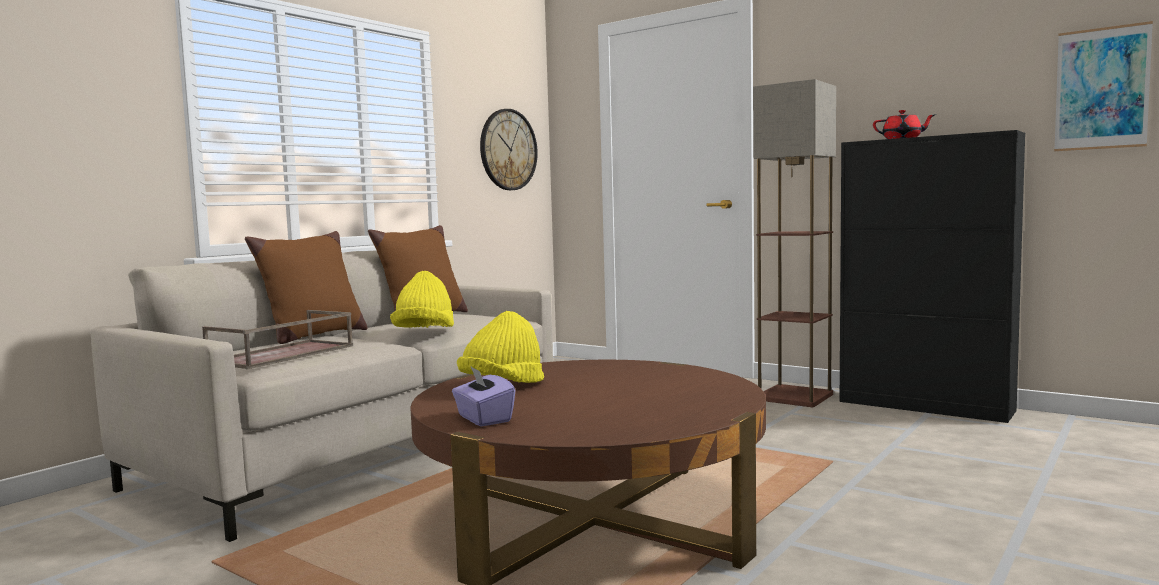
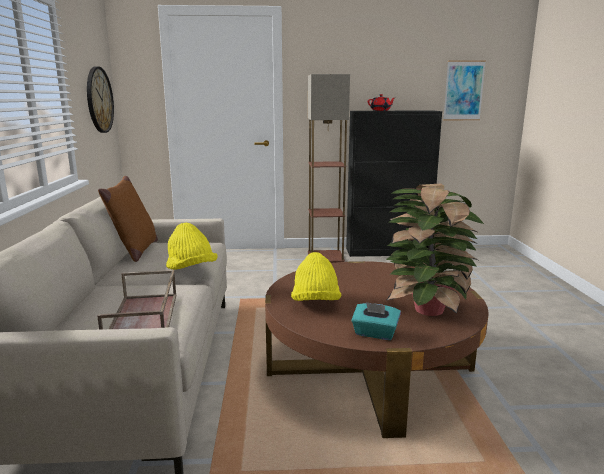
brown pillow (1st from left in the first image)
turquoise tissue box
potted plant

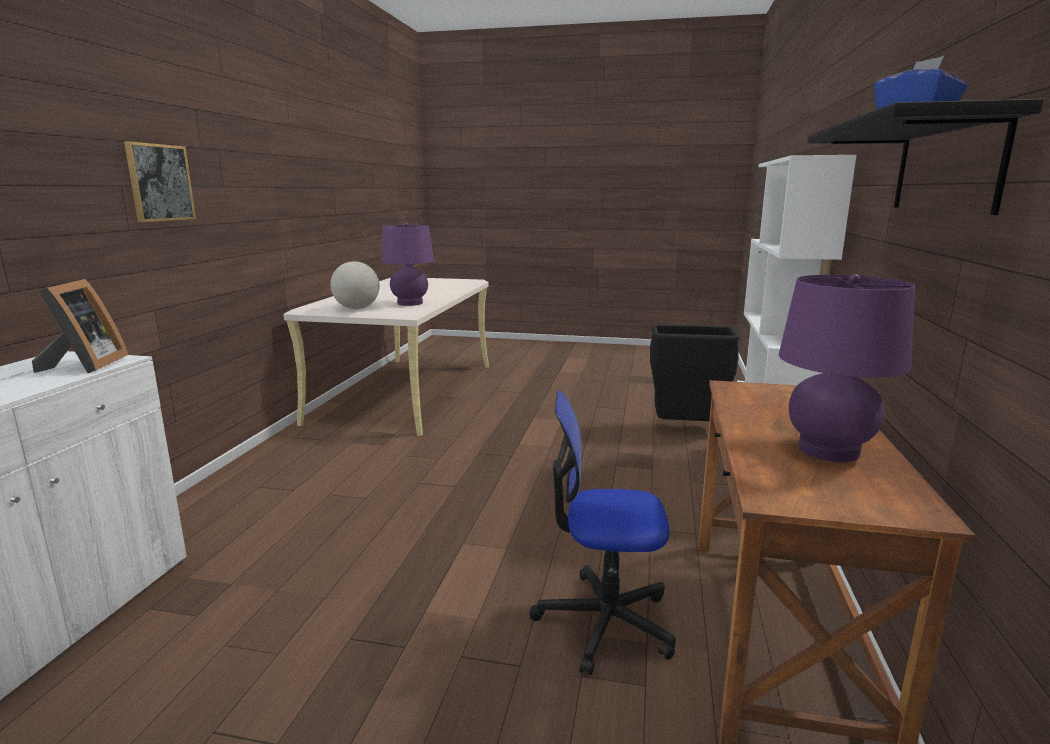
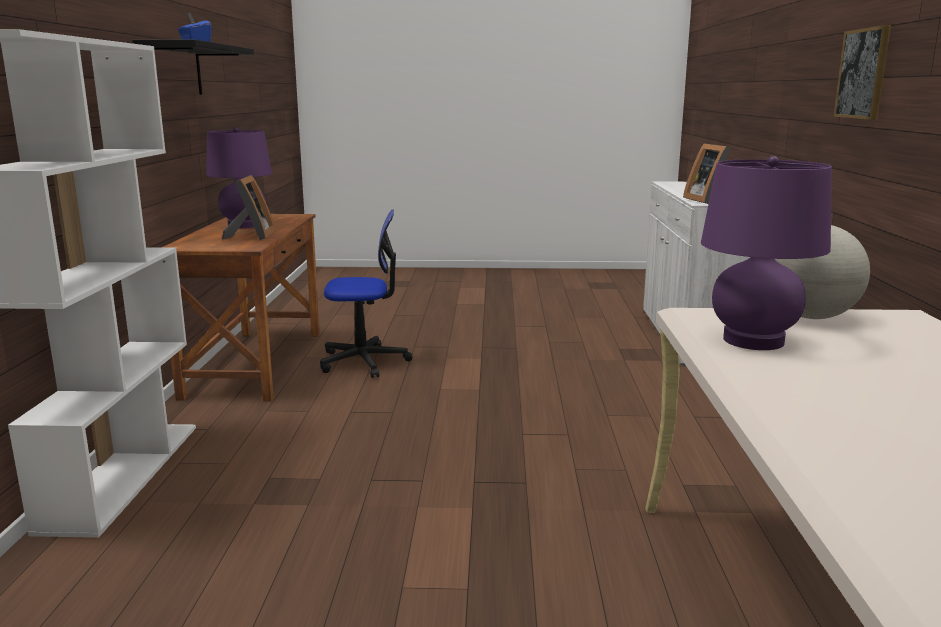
black trash can
picture frame (1st from left)

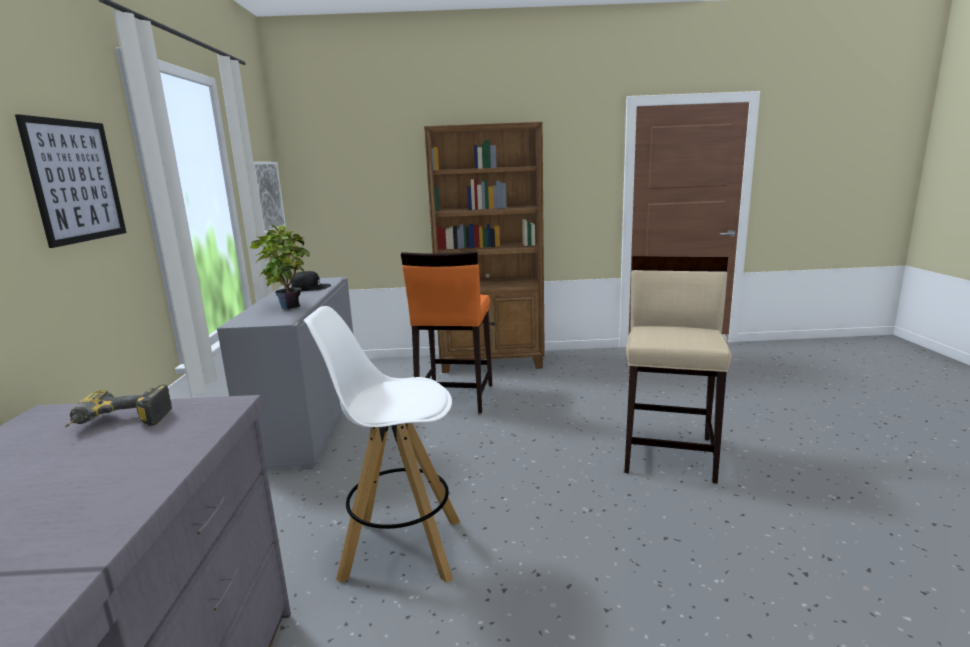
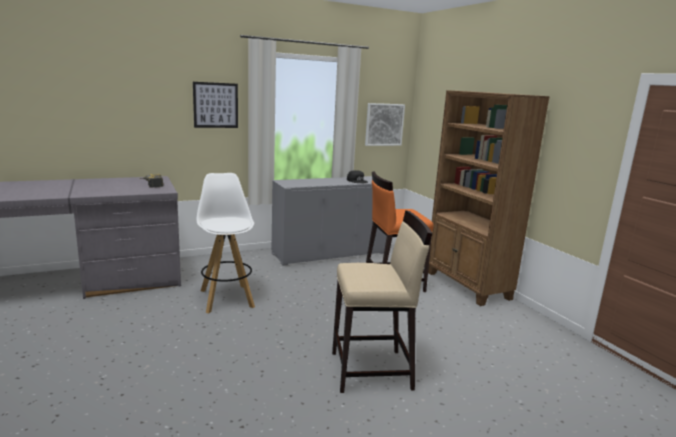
potted plant

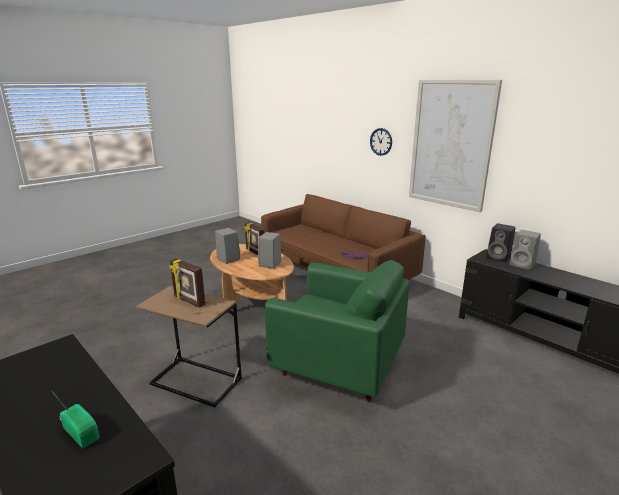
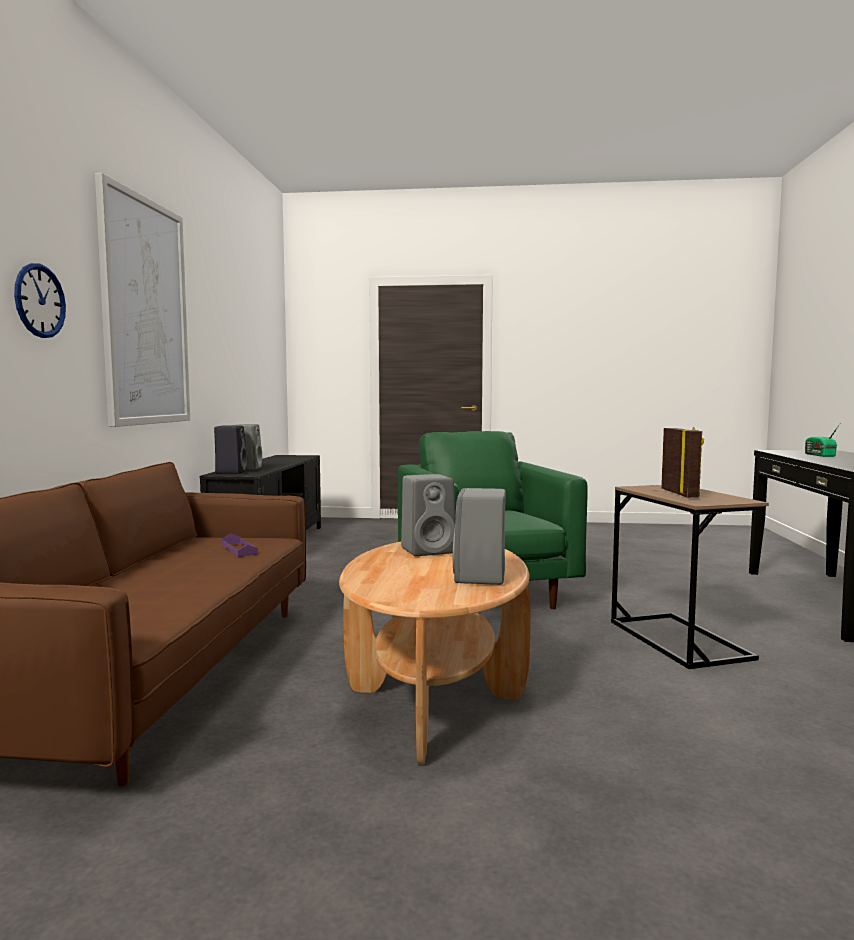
picture frame (2nd from left in the first image)

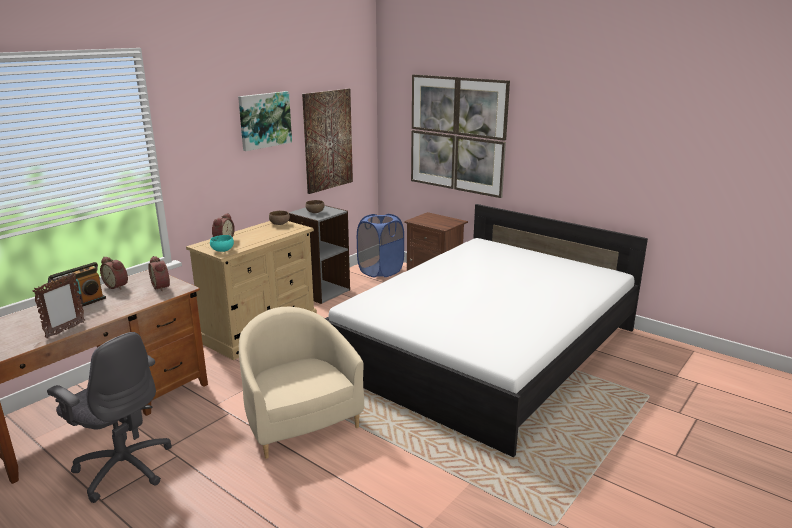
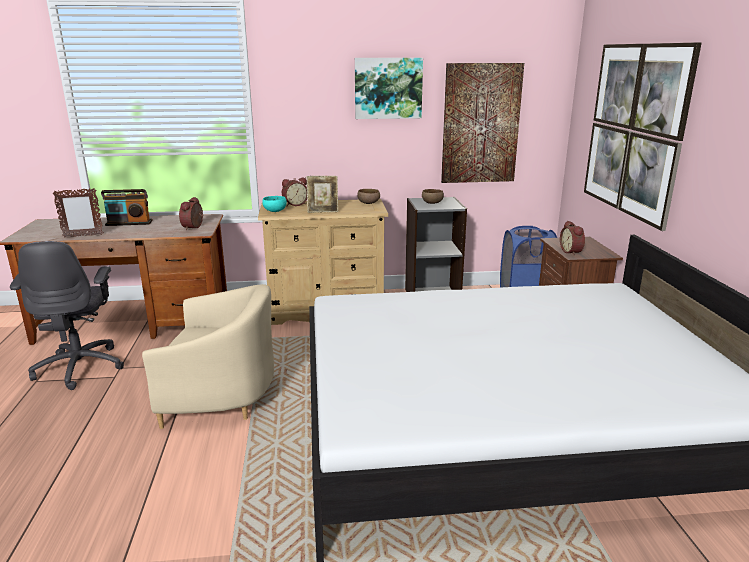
alarm clock (3rd from left)
beige armchair
picture frame (2nd from left)

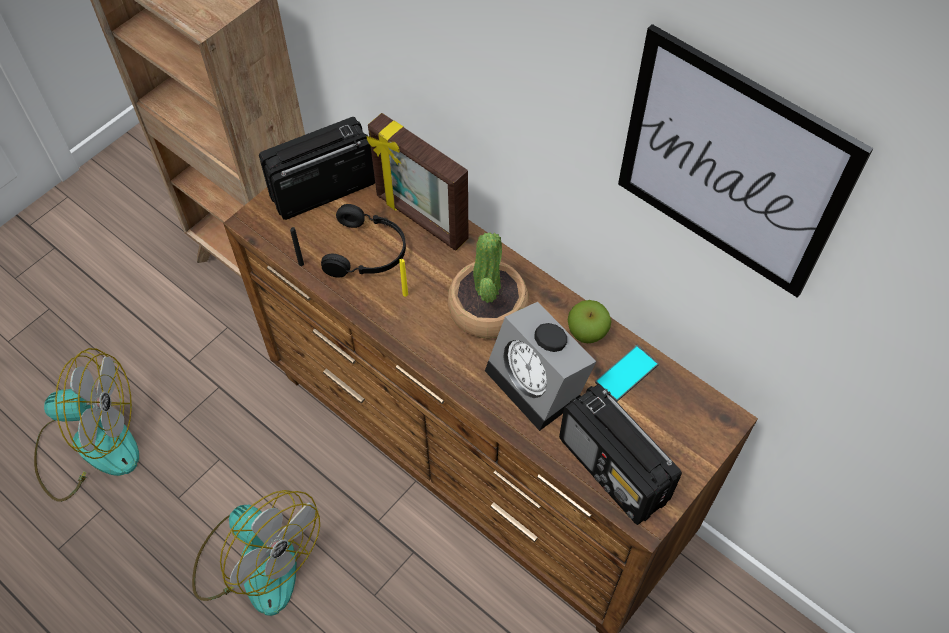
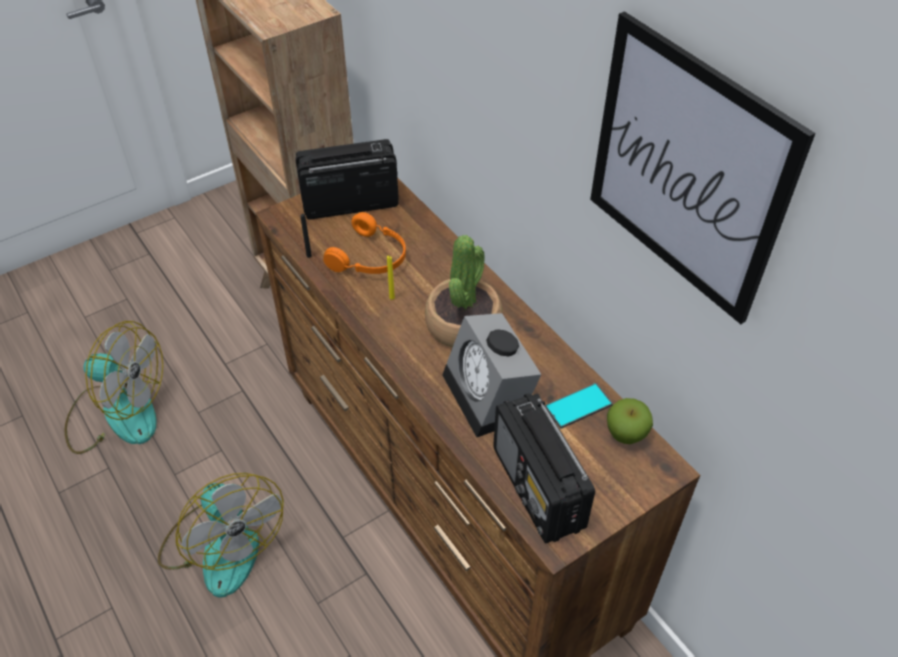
orange headphones
picture frame
apple

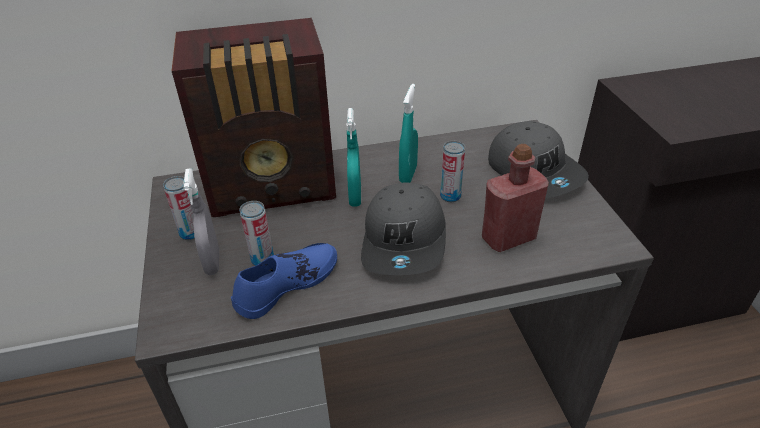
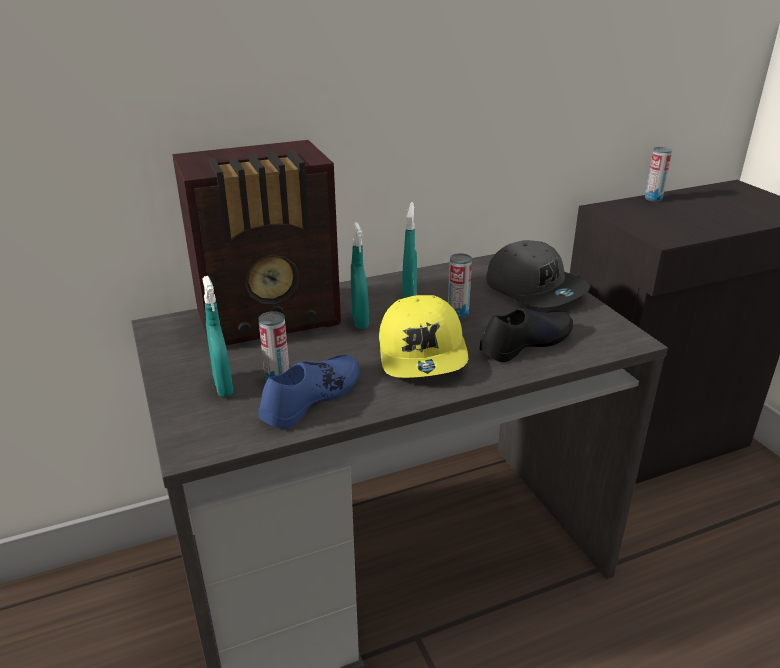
can (3rd from left)
turquoise spray bottle (1st from left)
yellow cap
black shoe

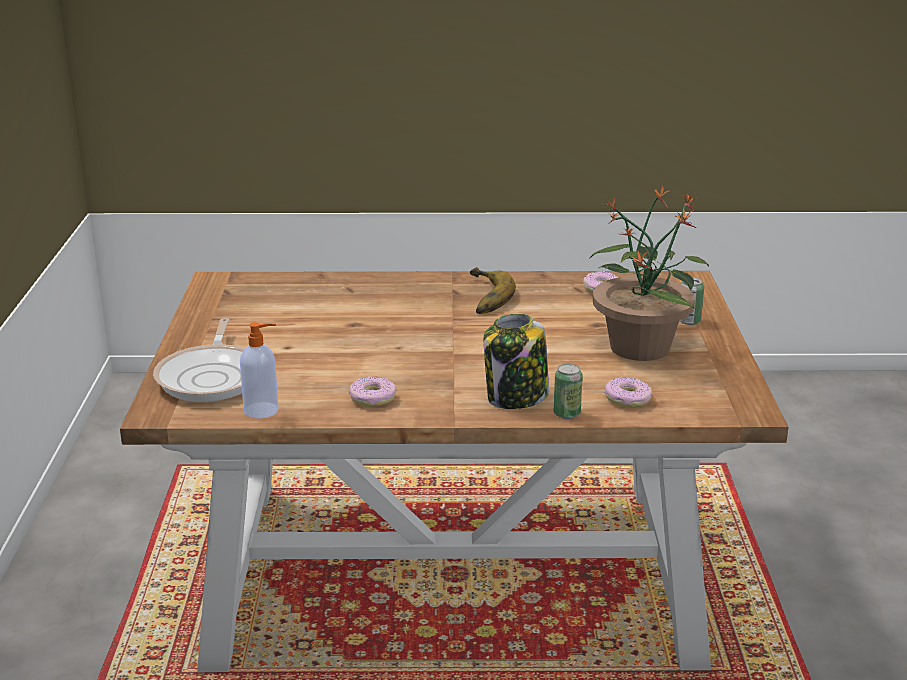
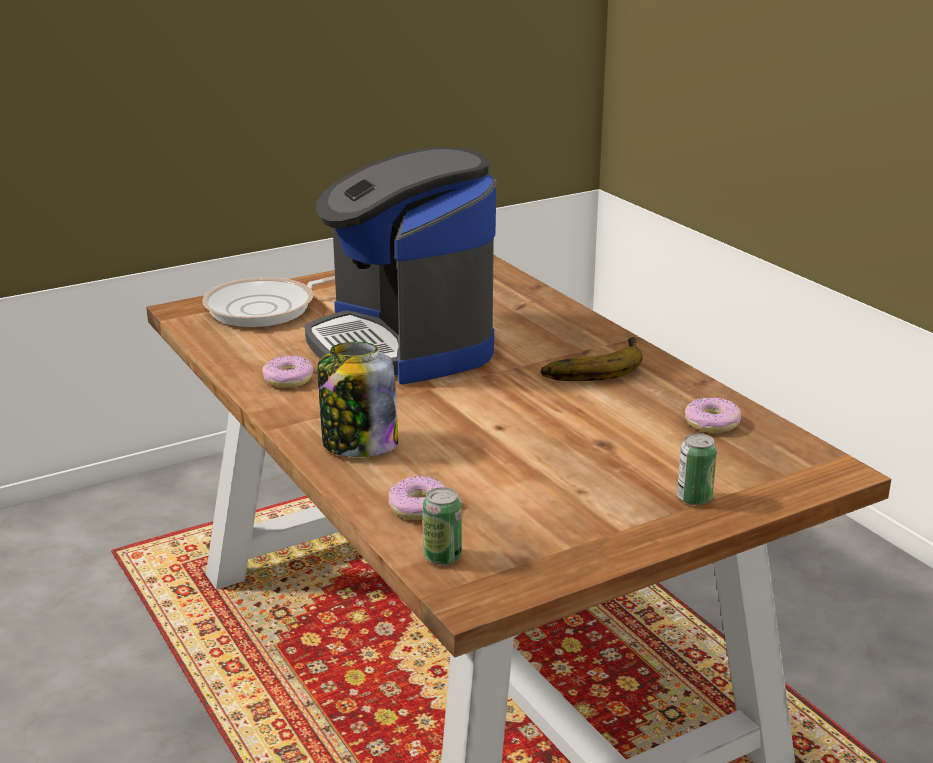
soap dispenser
can (1st from left)
potted plant
coffee machine

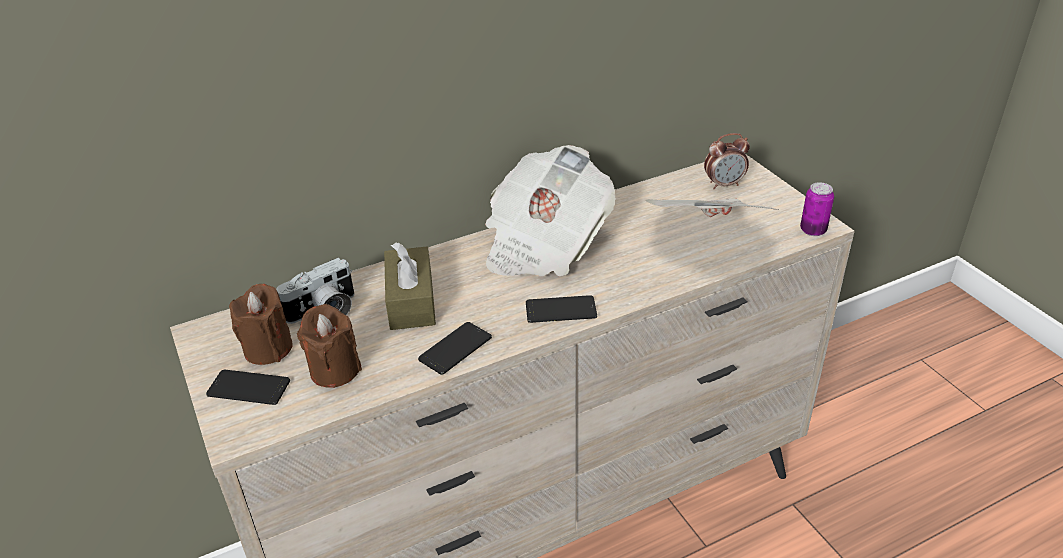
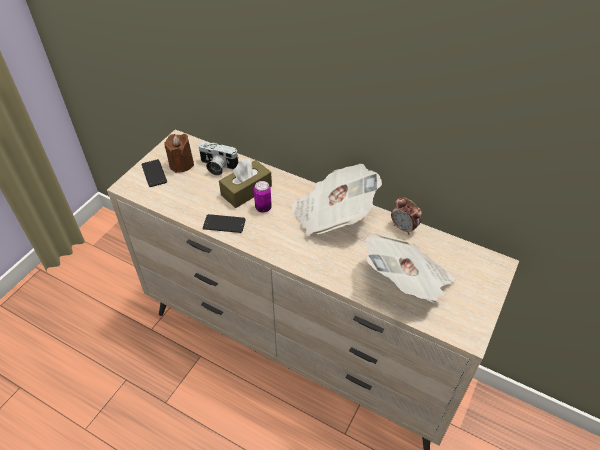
brown candle (2nd from left in the first image)
phone (3rd from left in the first image)
alarm clock
can

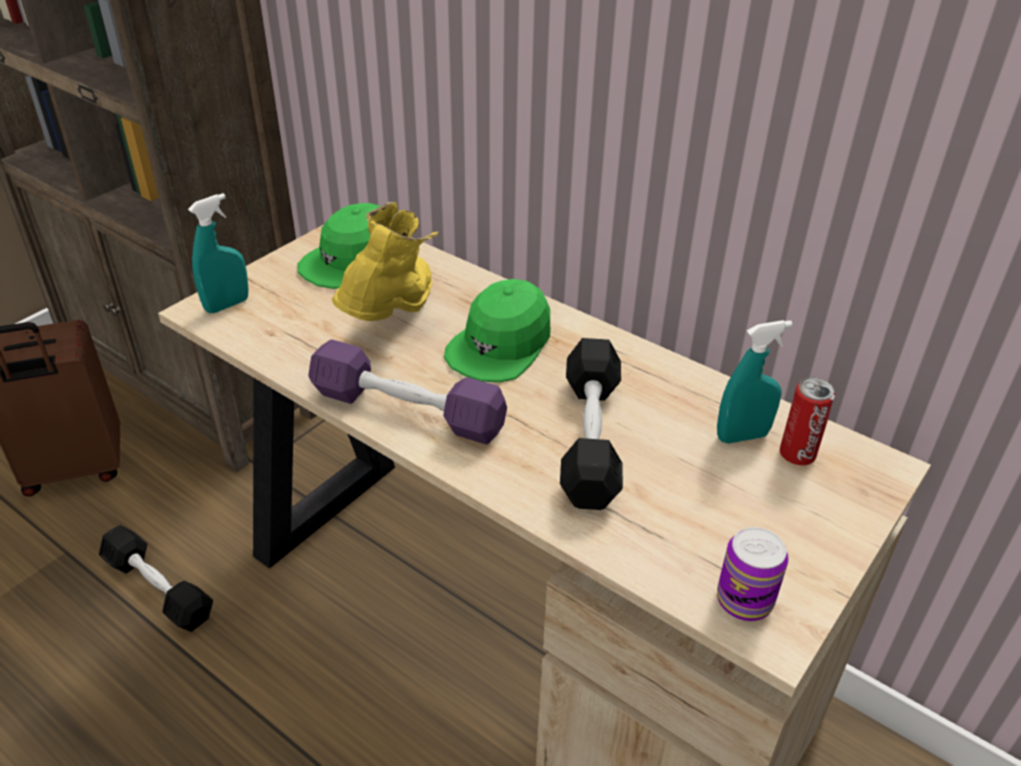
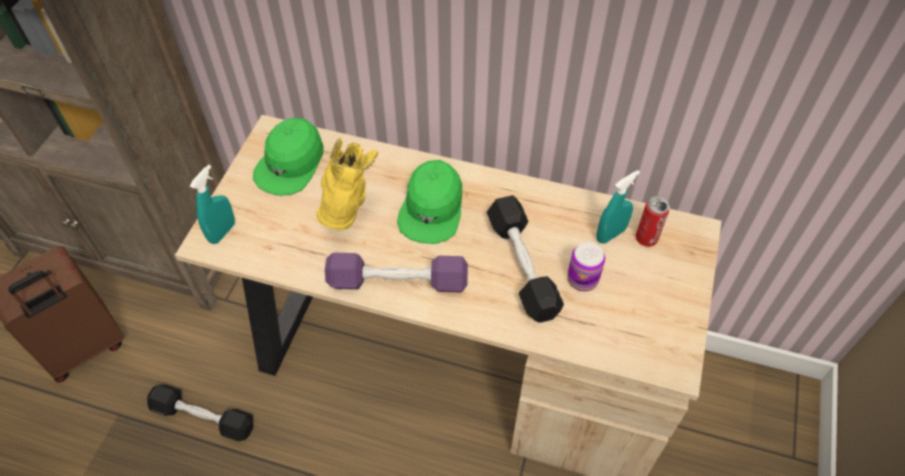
can (1st from left)

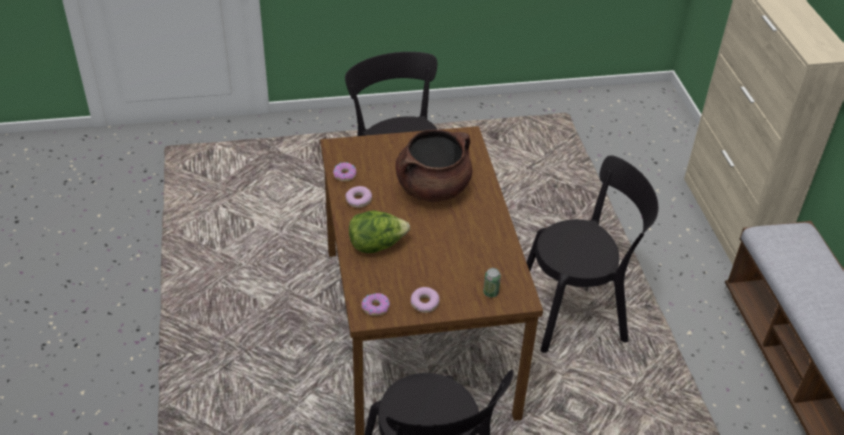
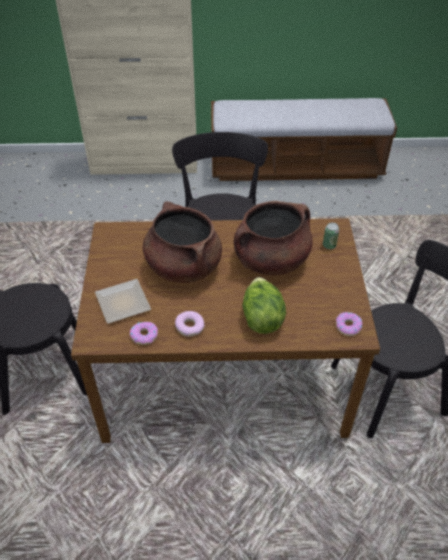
donut (4th from left in the first image)
plate
brown cooking pot (2nd from left)

